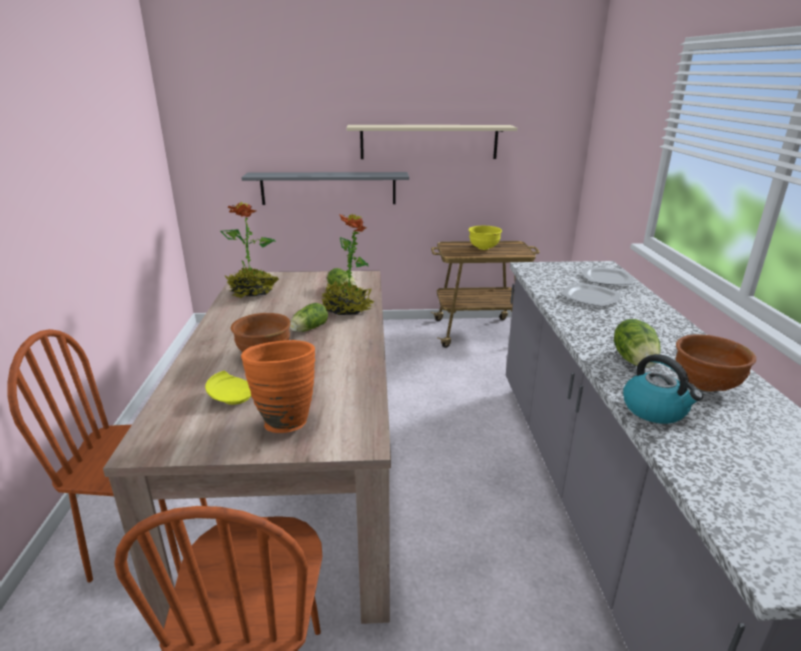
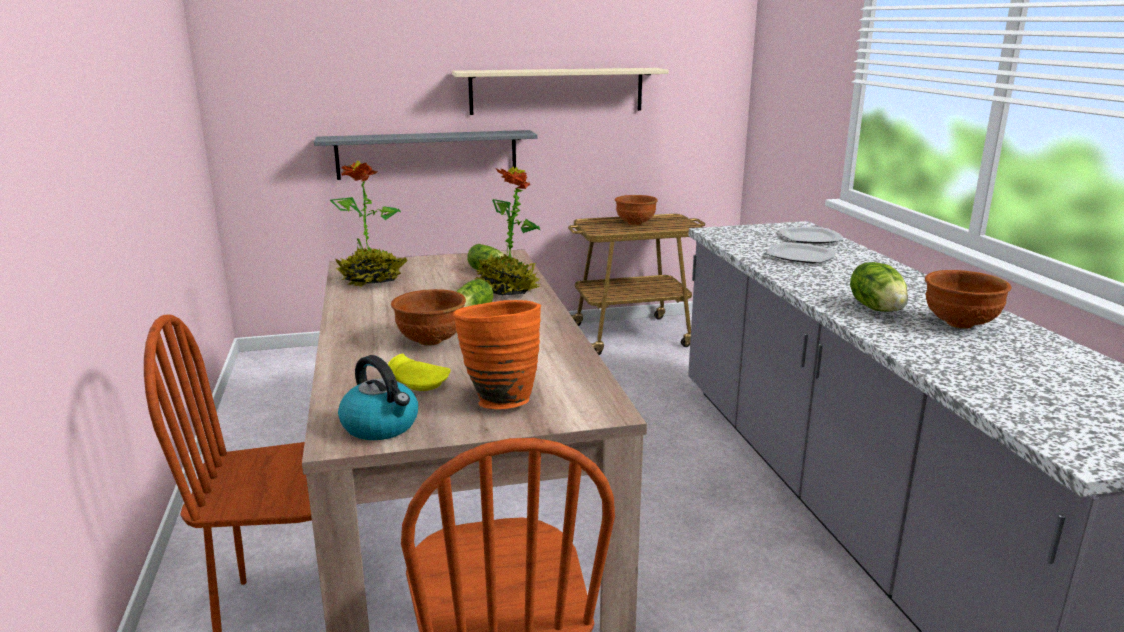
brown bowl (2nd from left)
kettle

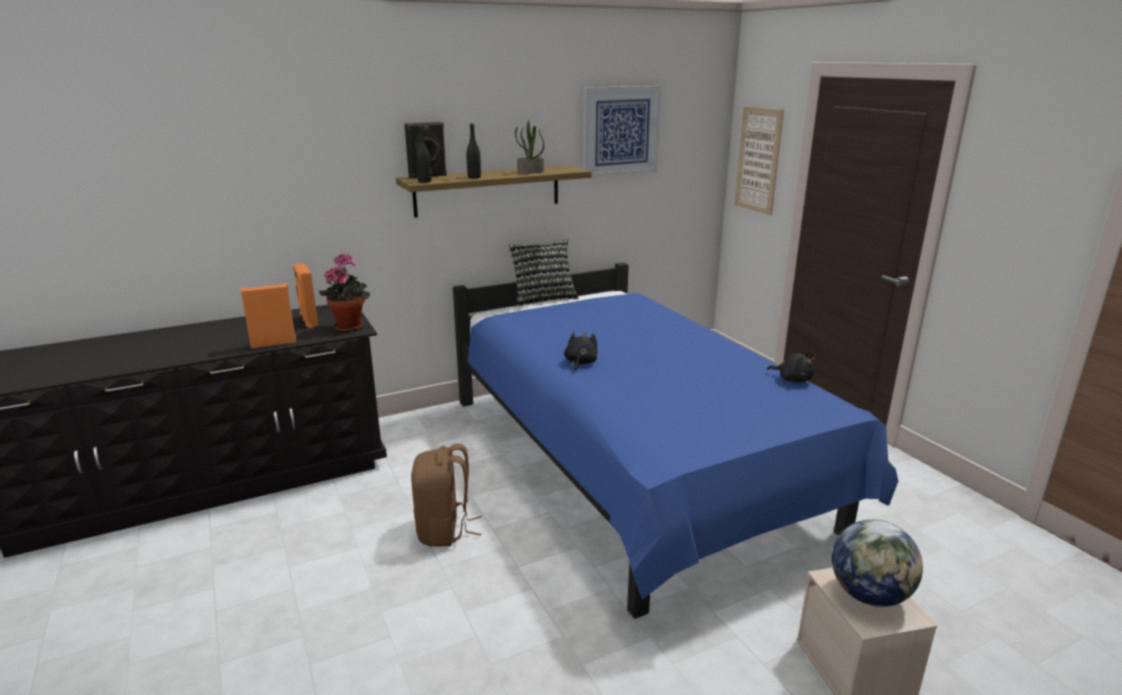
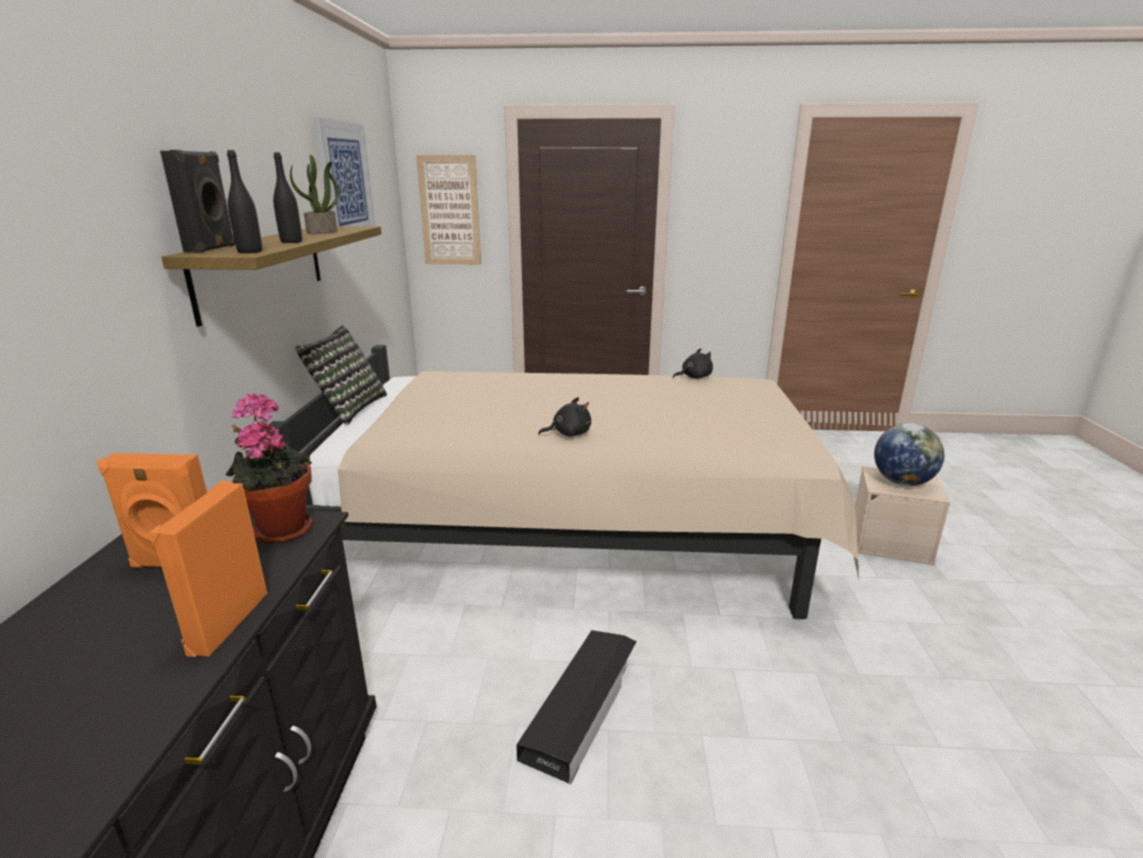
black storage box
beige bed
black plush toy (1st from left)

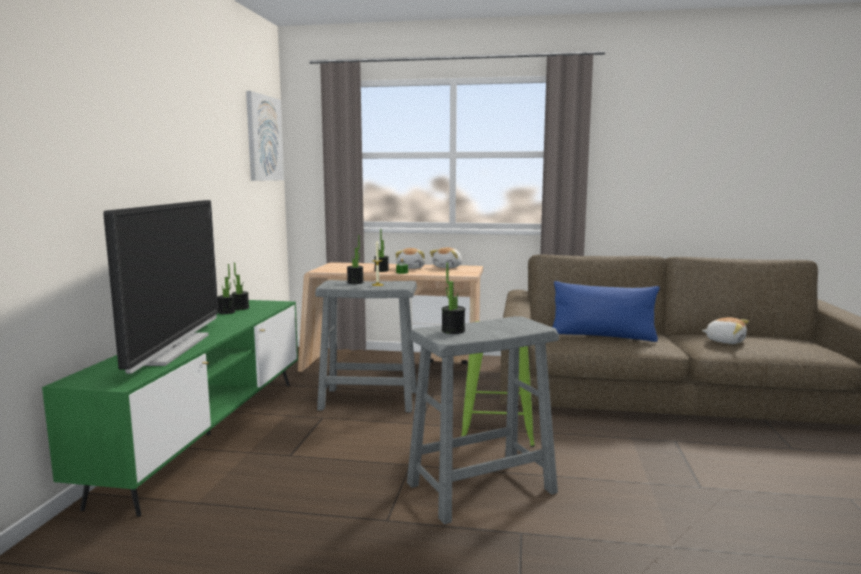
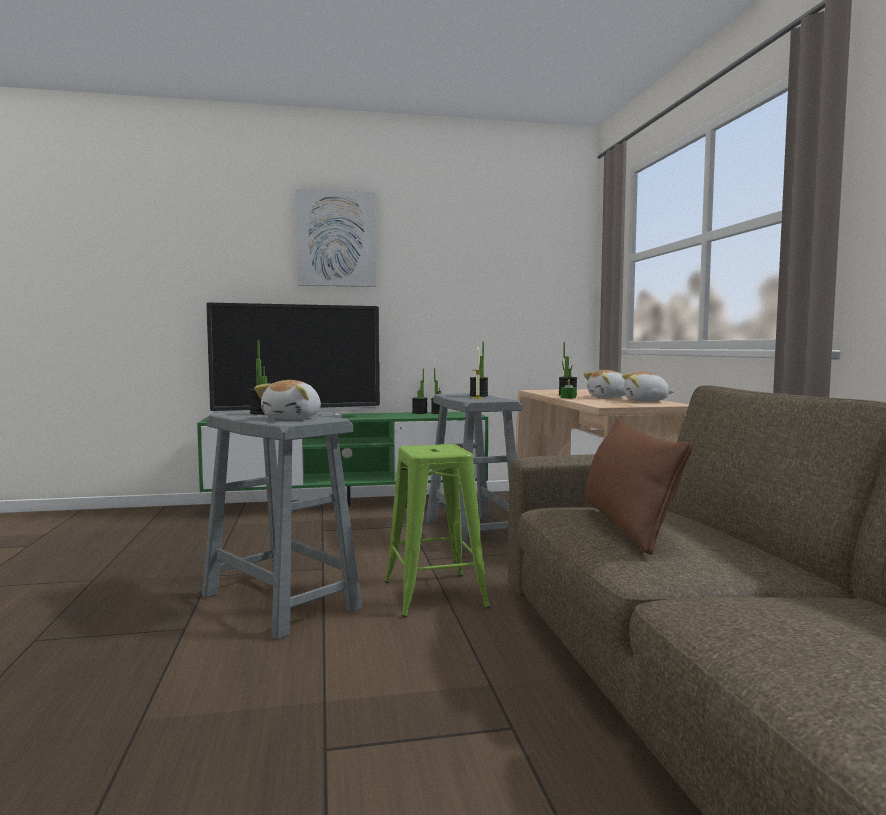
picture
brown pillow
plush toy (1st from left)

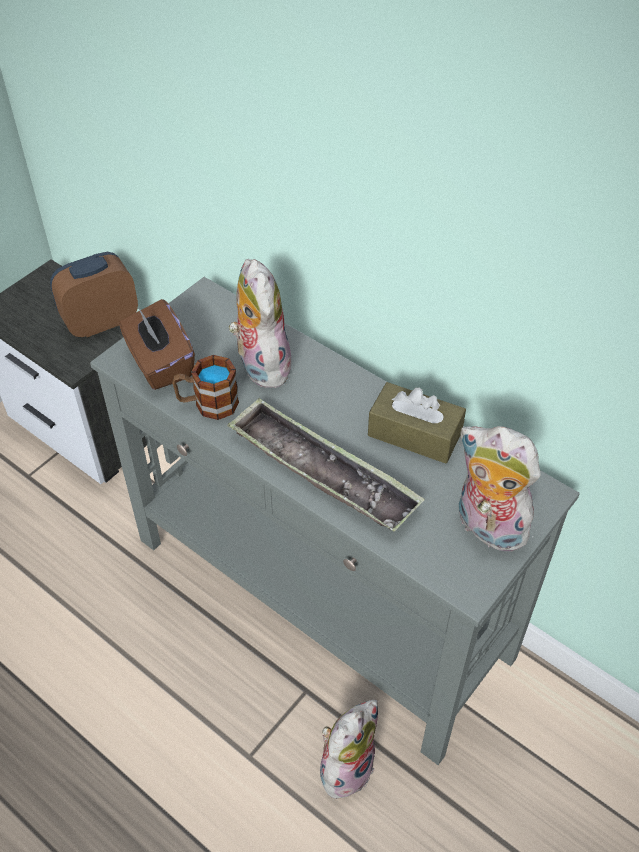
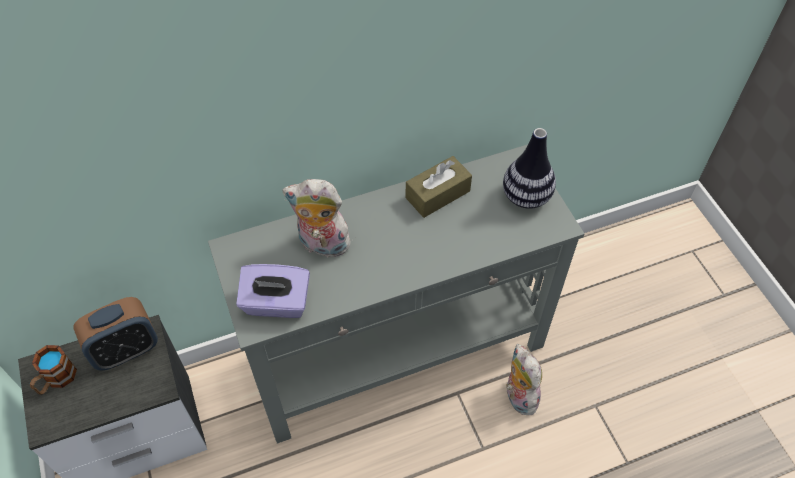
alarm clock
purple tissue box
mug
tray
vase

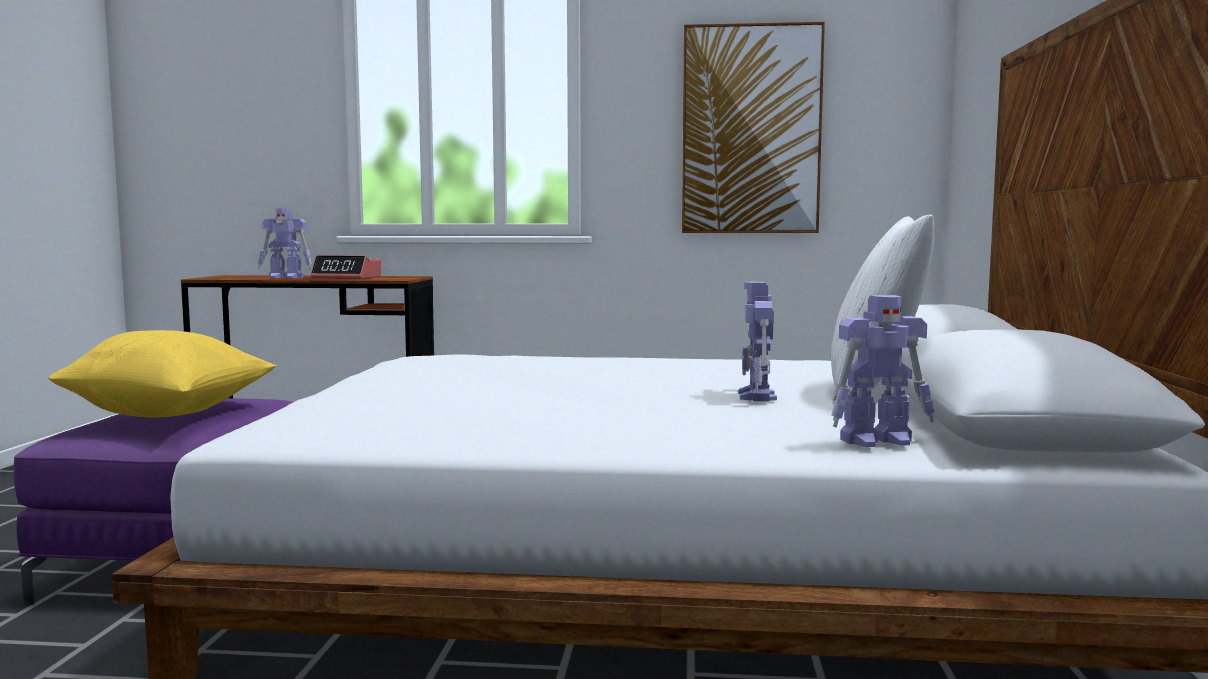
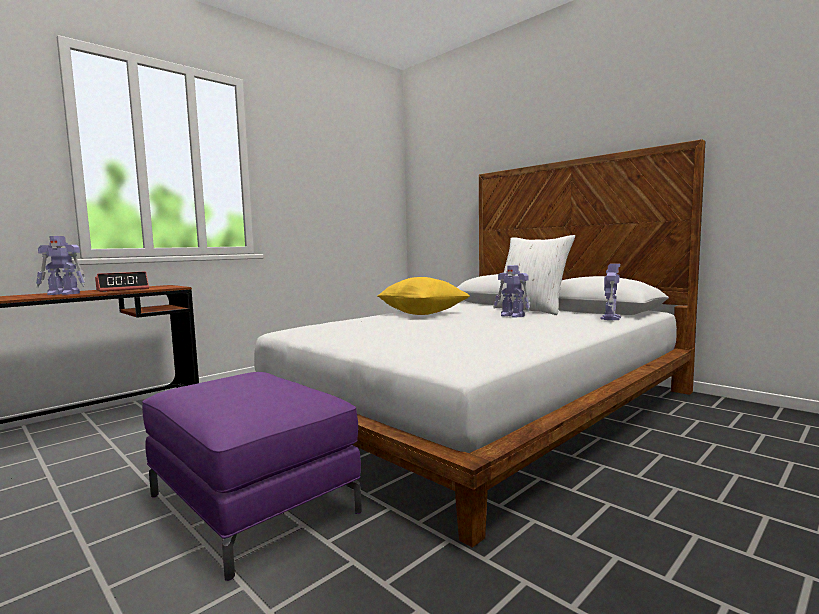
yellow pillow
toy robot (1st from left)
picture

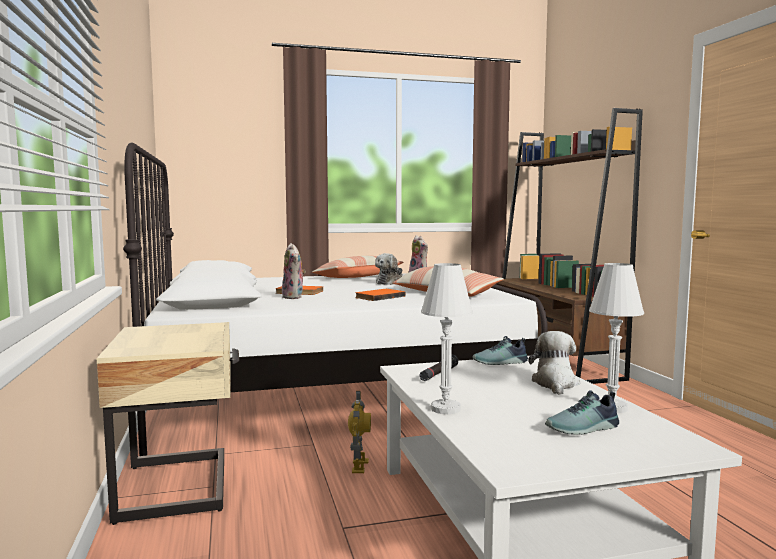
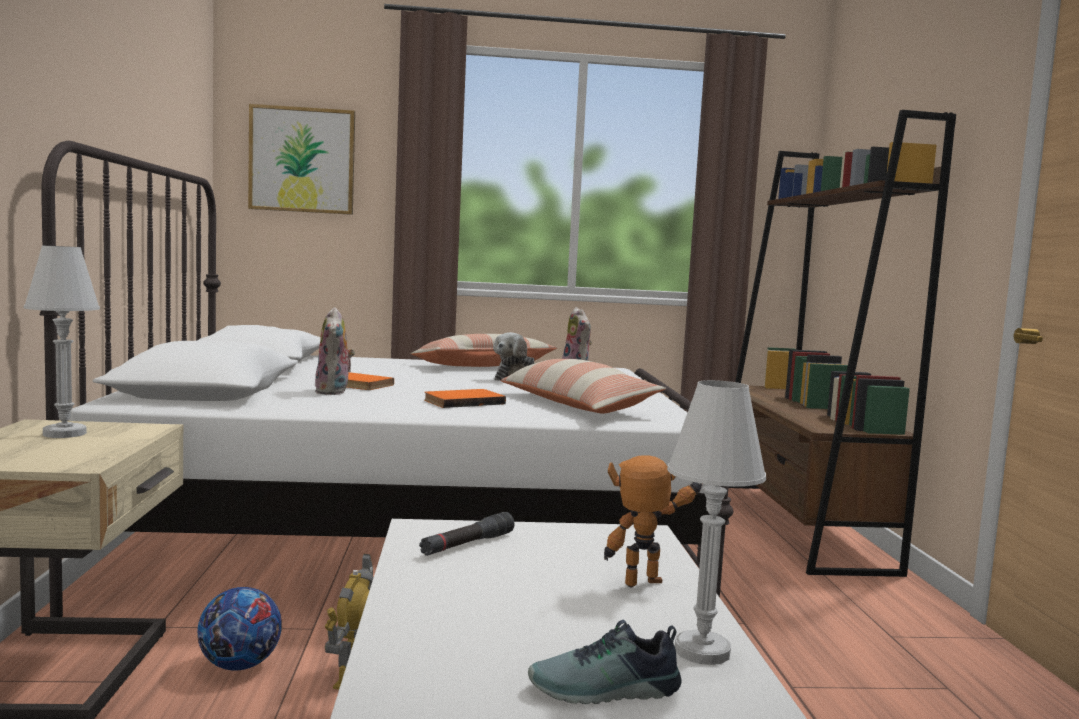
white table lamp (1st from left)
shoe (1st from left in the first image)
toy robot (2nd from left)
football
picture

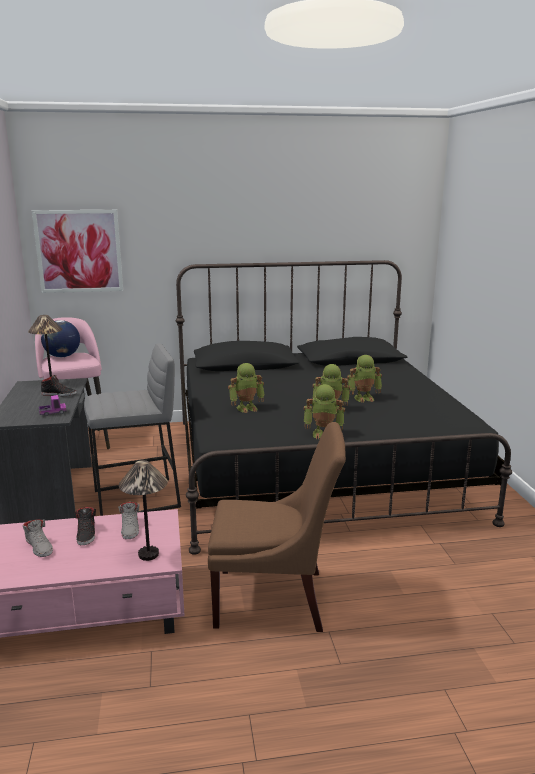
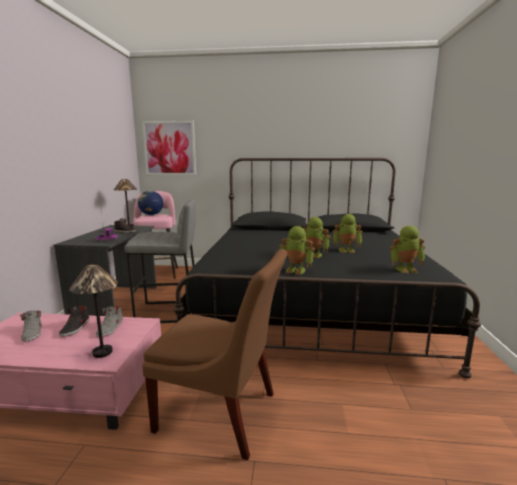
toy robot (4th from left)

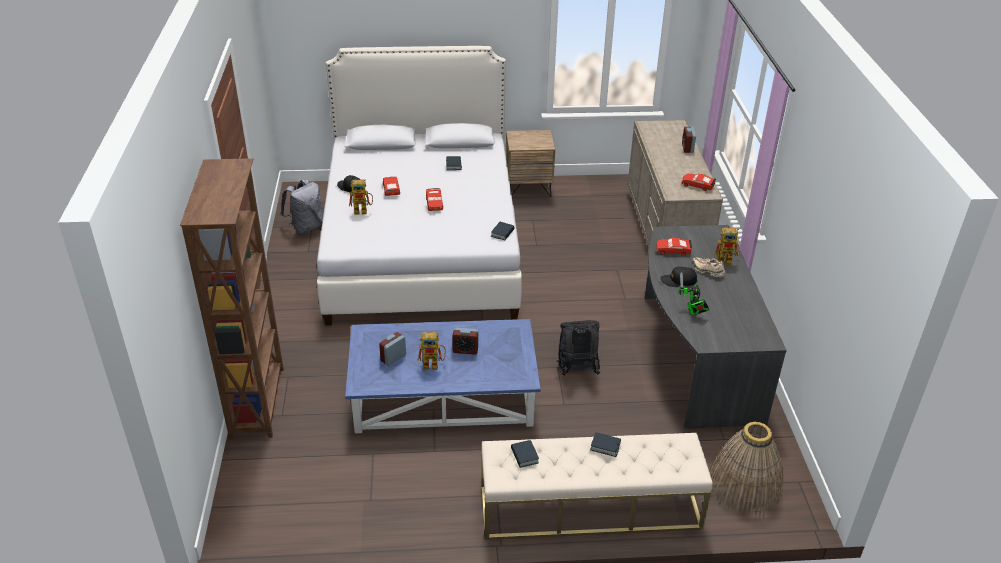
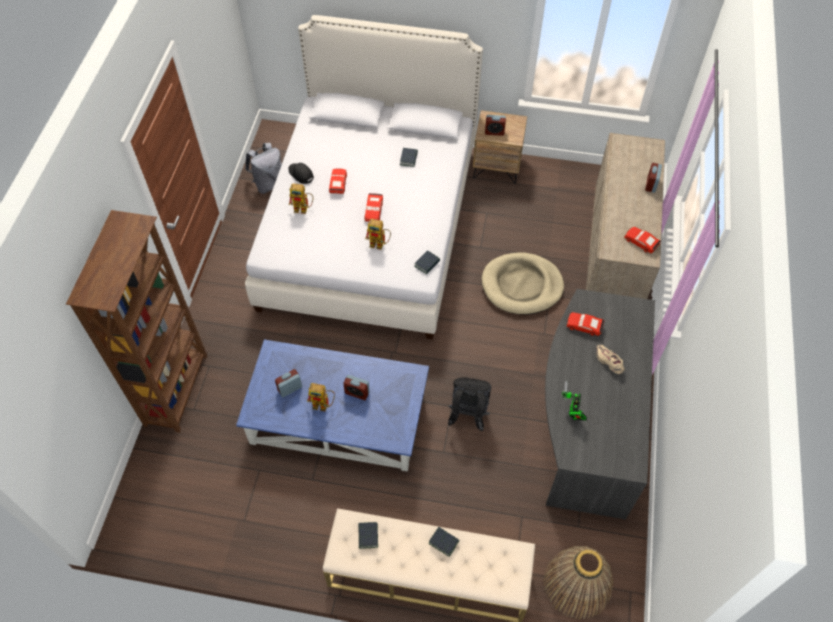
black cap (2nd from left in the first image)
toy robot (3rd from left)
beige dog bed
alarm clock (3rd from left)

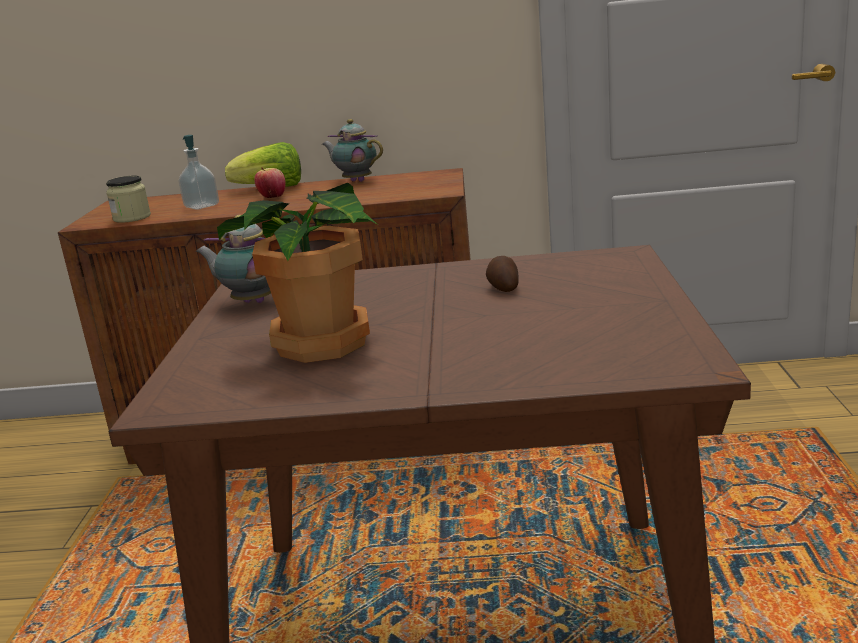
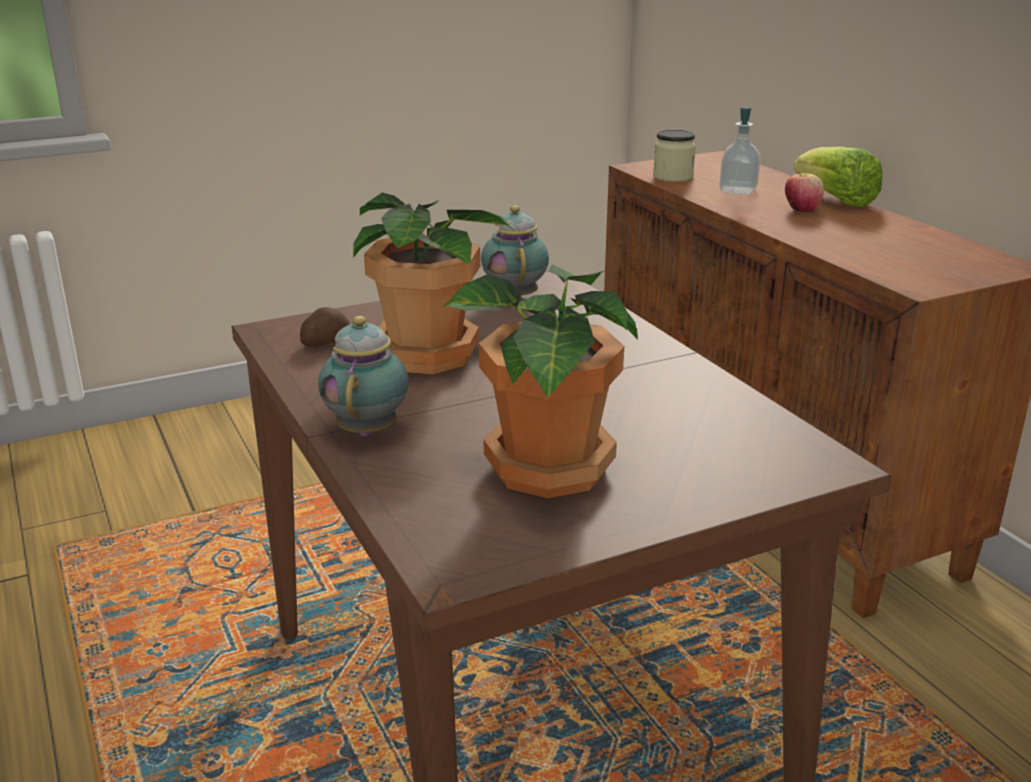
teapot (1st from left)
potato
potted plant (2nd from left)

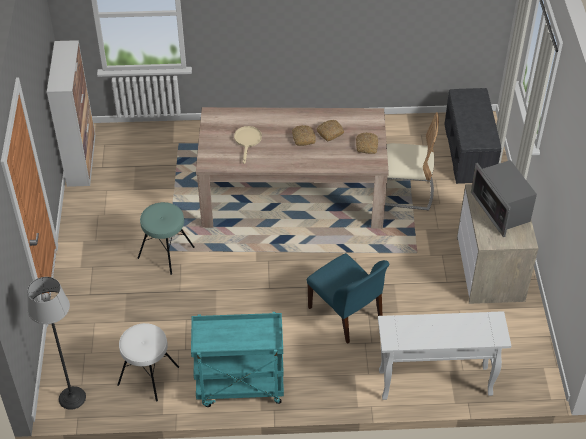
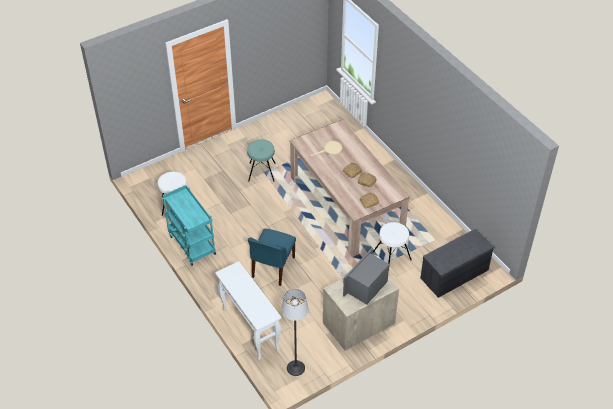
floor lamp
cabinet
white stool (2nd from left)

